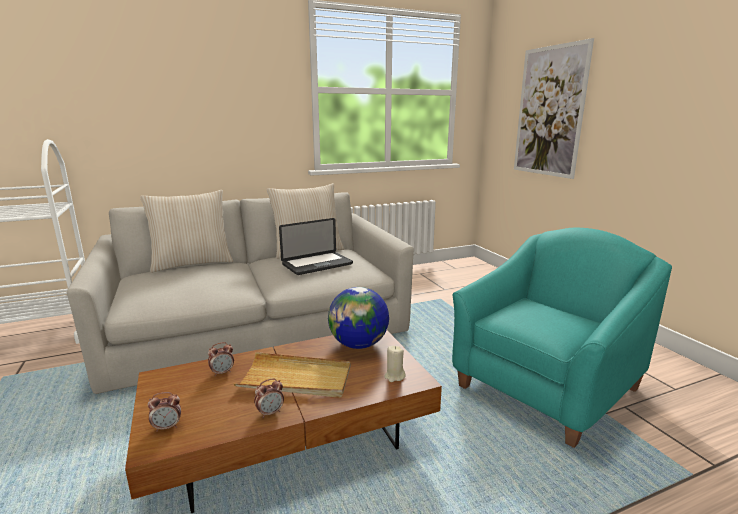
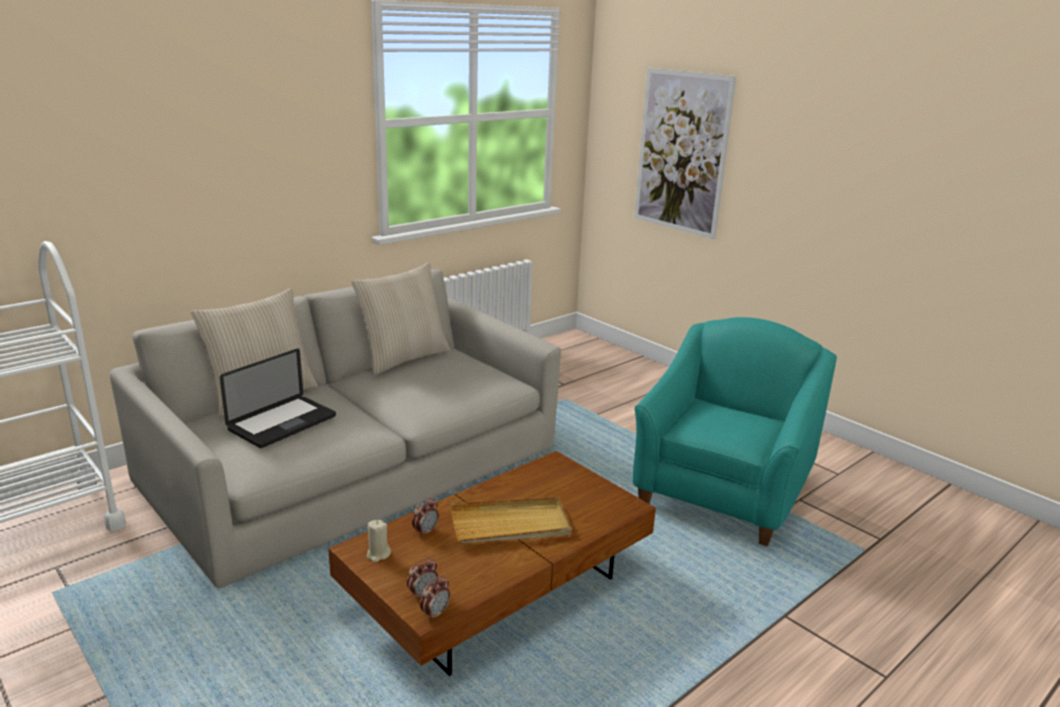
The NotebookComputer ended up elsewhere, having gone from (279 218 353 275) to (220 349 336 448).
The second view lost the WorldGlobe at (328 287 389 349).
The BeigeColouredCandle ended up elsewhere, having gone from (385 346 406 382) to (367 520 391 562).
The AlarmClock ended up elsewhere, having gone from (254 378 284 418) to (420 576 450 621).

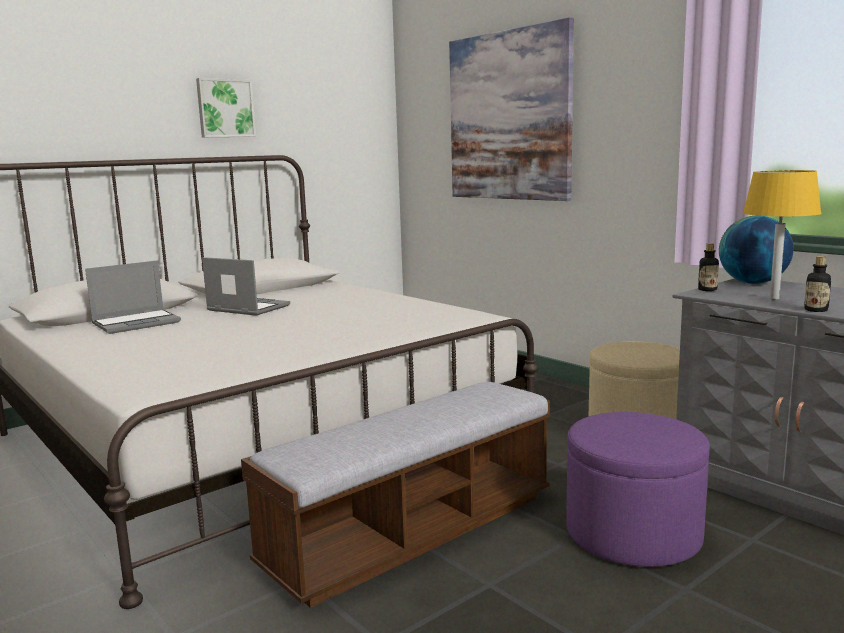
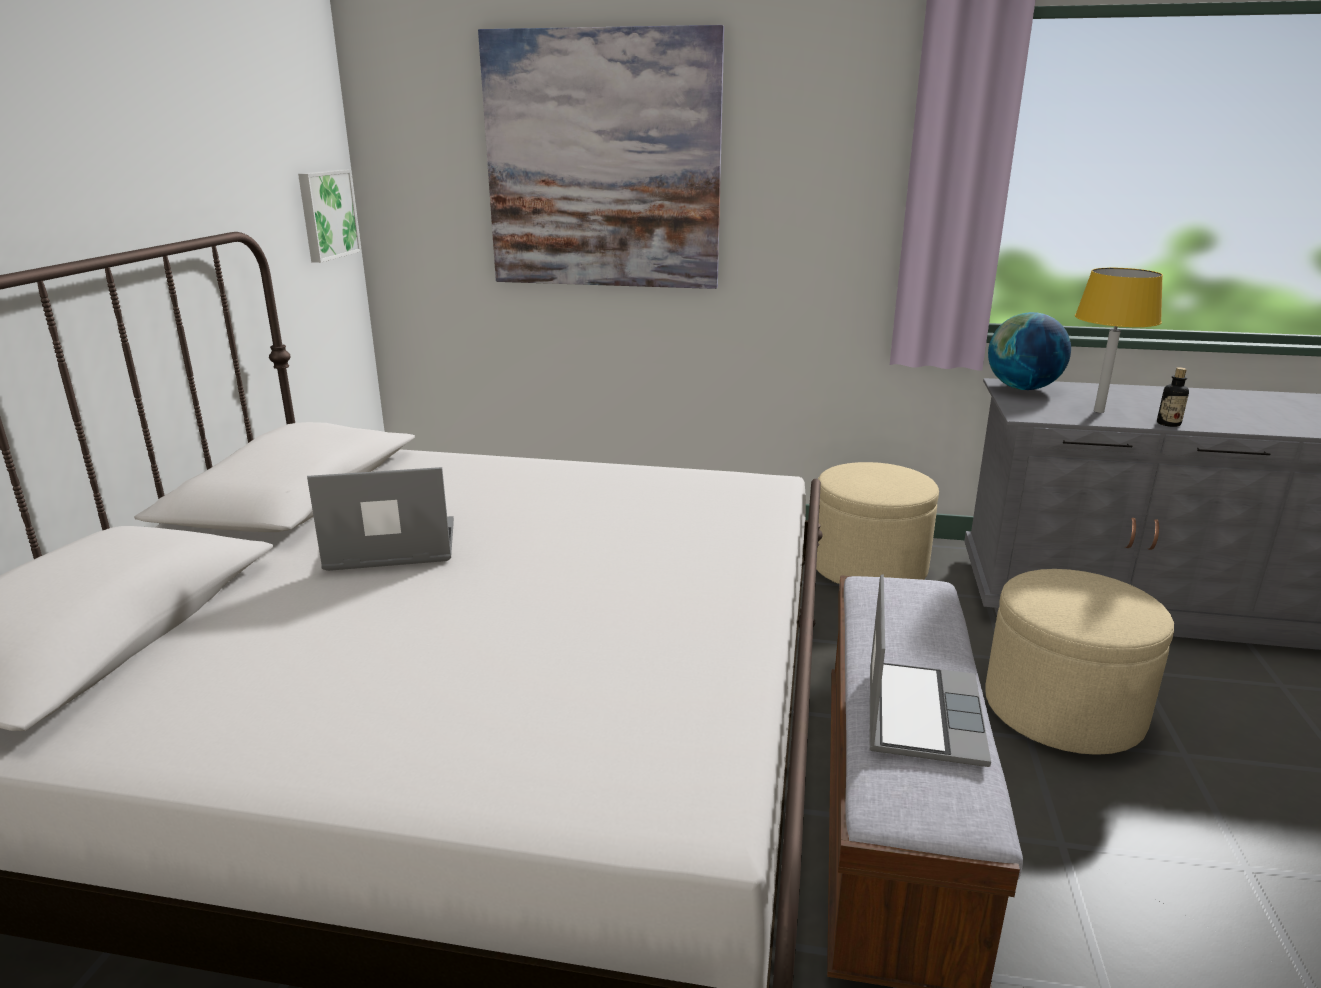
The Picture ended up elsewhere, having gone from (196 78 256 137) to (298 169 361 263).
The second view lost the BeverageBottle at (698 243 719 291).
The NotebookComputer ended up elsewhere, having gone from (85 260 181 334) to (869 575 991 767).
What was the PurplishPouffe at (566 412 710 567) turned into the BeigeColouredPouffe at (985 569 1174 755).

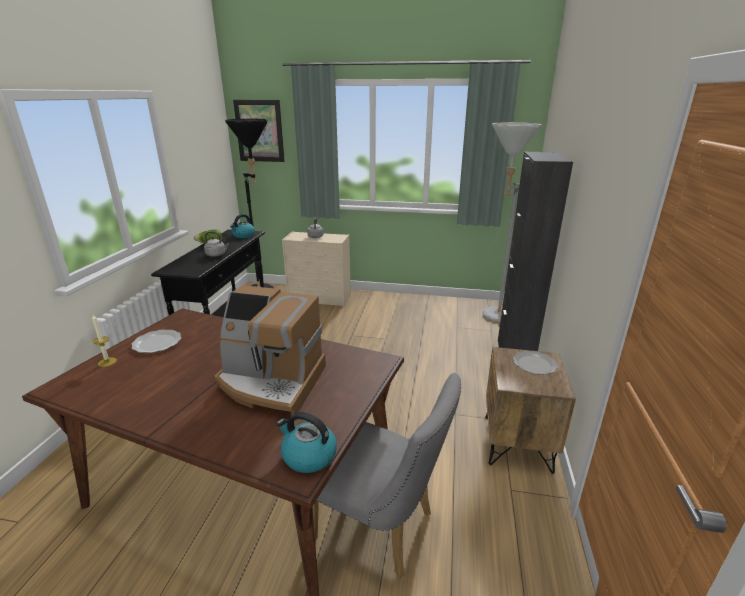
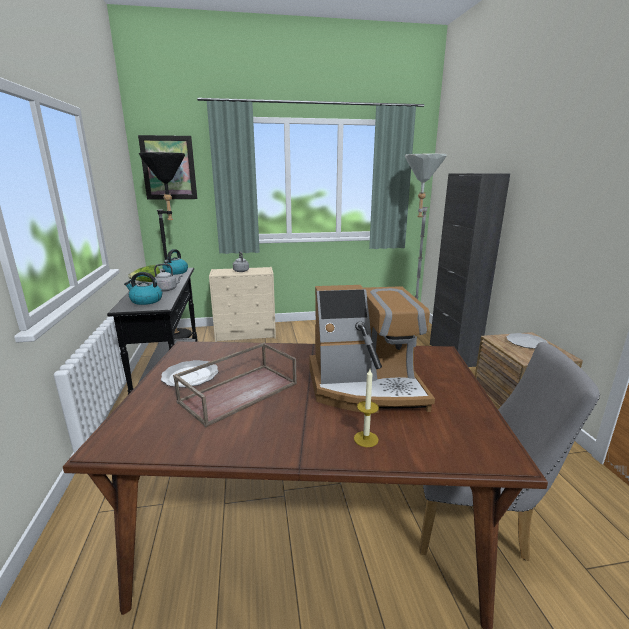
The Candle ended up elsewhere, having gone from (92 315 117 367) to (354 369 379 447).
The TeaKettle ended up elsewhere, having gone from (276 412 337 473) to (124 272 162 305).
The second view gained the BrownServingTray at (173 343 297 427).

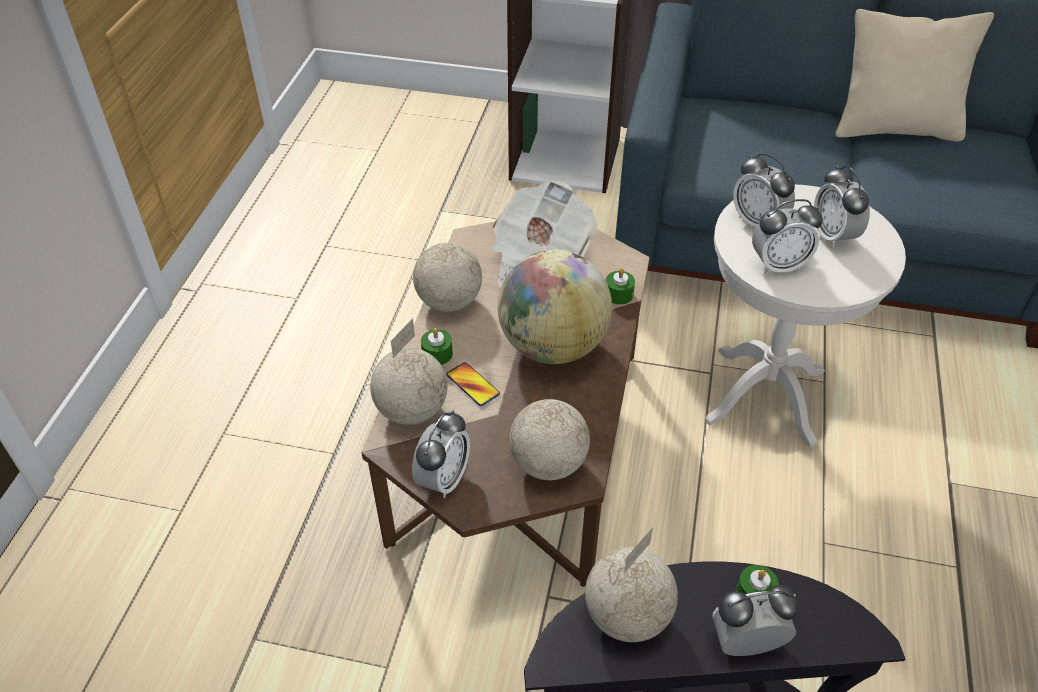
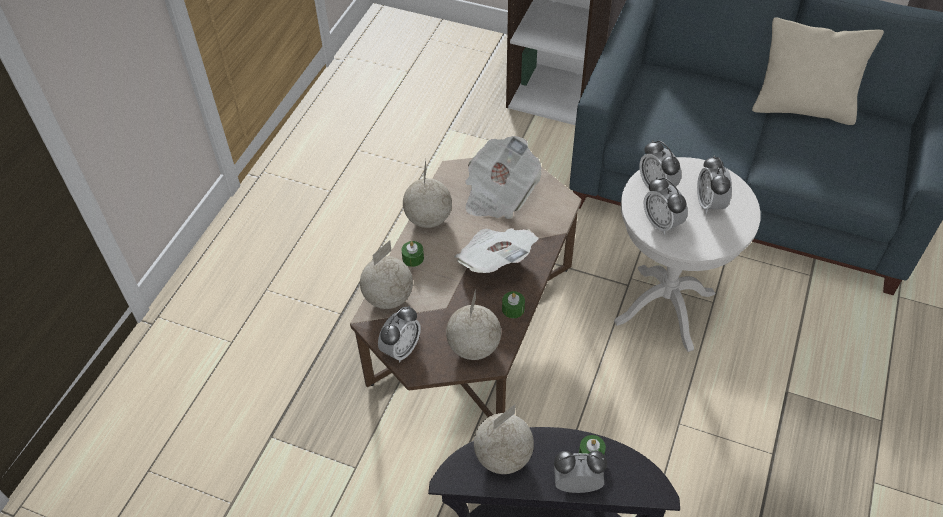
The AlarmClock at (752 199 823 275) ended up facing another way, 60 degrees clockwise from before.
Where the WorldGlobe stood at (498 250 612 364), the PrintedPaper came to stand at (454 228 538 273).
The GreenCandle ended up elsewhere, having gone from (606 268 635 304) to (502 291 525 318).
The second view lost the Handset at (446 362 500 406).

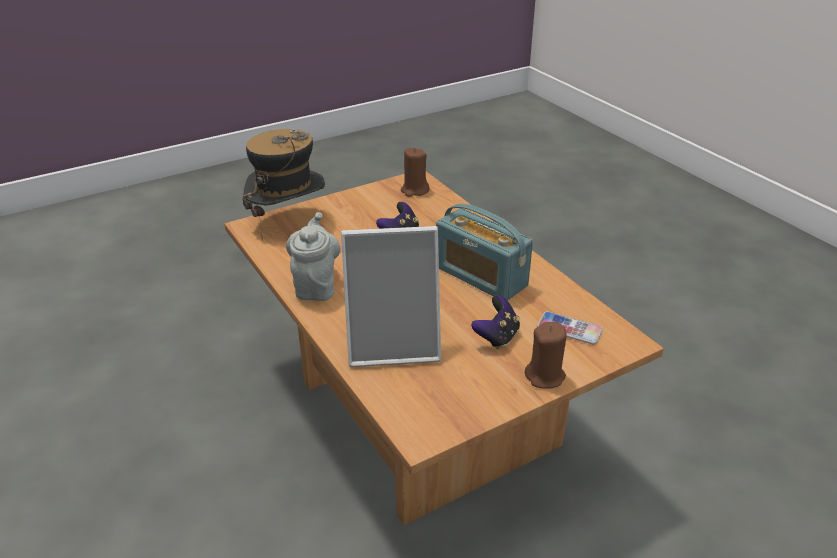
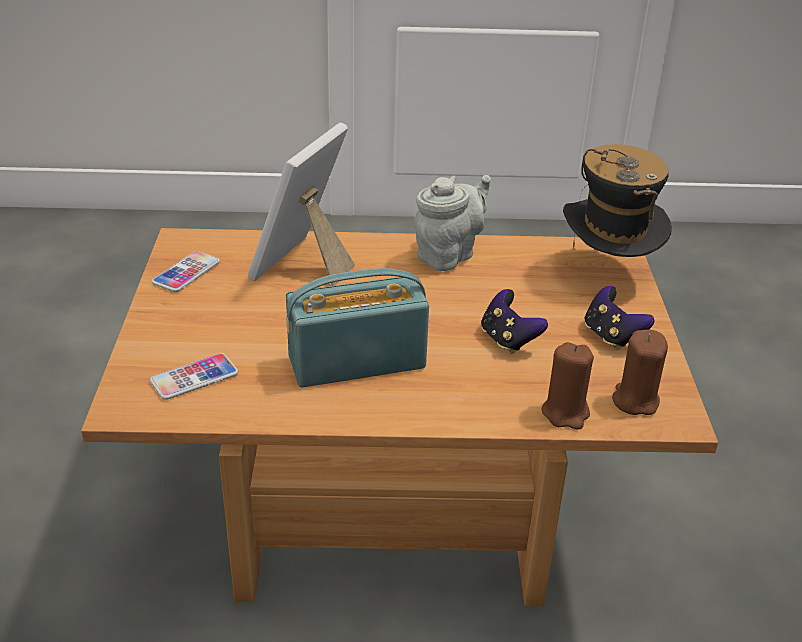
The GrayTeaPot at (286 212 341 301) ended up facing another way, 75 degrees counterclockwise from before.
The Joypad ended up elsewhere, having gone from (471 295 520 349) to (584 286 655 350).
The BrownCandle ended up elsewhere, having gone from (525 322 567 388) to (541 342 594 429).
The second view gained the Handset at (152 251 220 292).

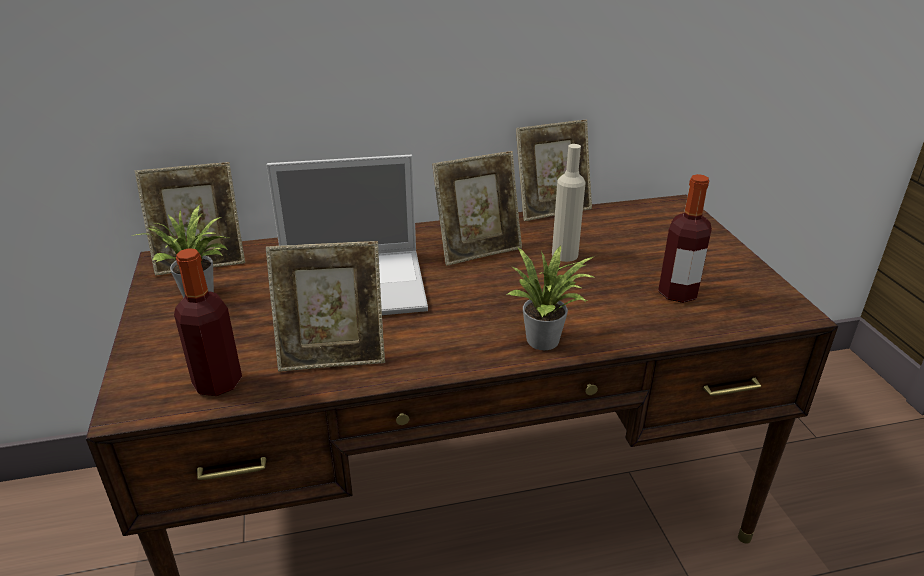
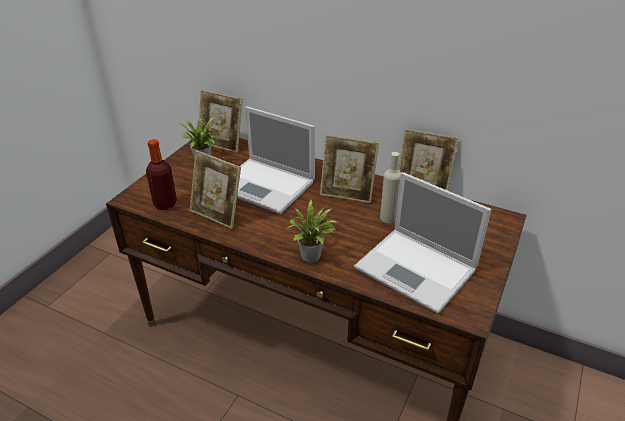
Where the BeverageBottle stood at (658 174 712 303), the NotebookComputer came to stand at (354 172 492 314).

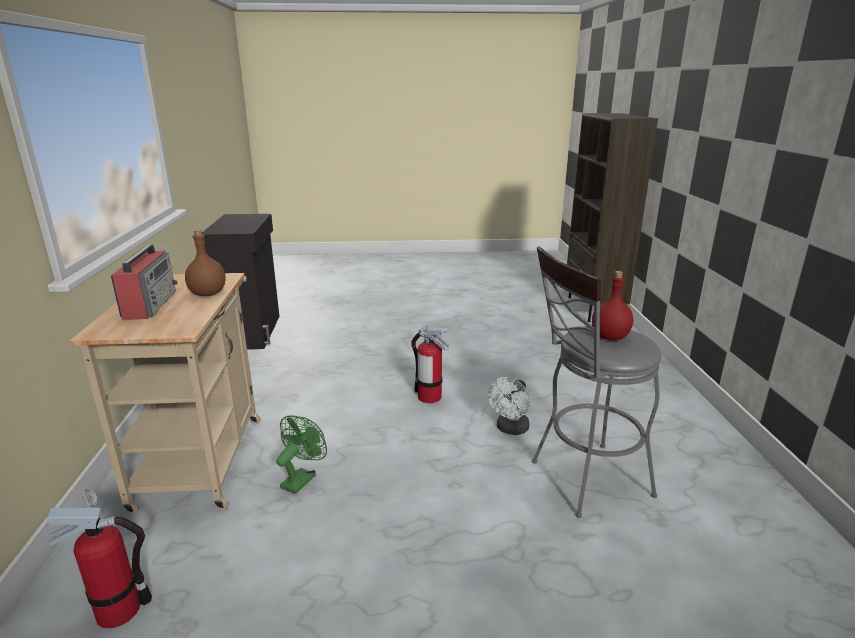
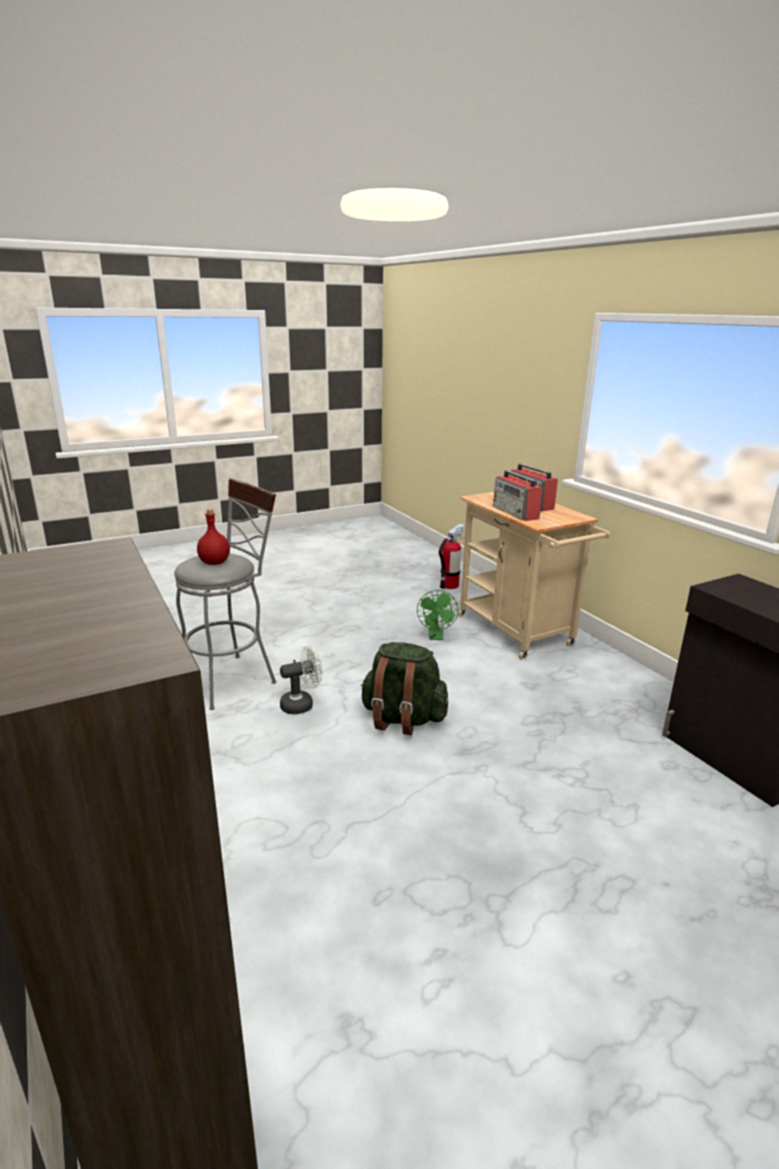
Where the BrownBeverageBottle stood at (185 229 226 296), the RadioReceiver came to stand at (493 470 543 521).
Where the FireFightingCylinder stood at (411 326 449 403), the GreenBackpack came to stand at (361 642 448 735).
The WhiteColouredElectricFan at (488 377 530 435) ended up facing another way, 60 degrees clockwise from before.

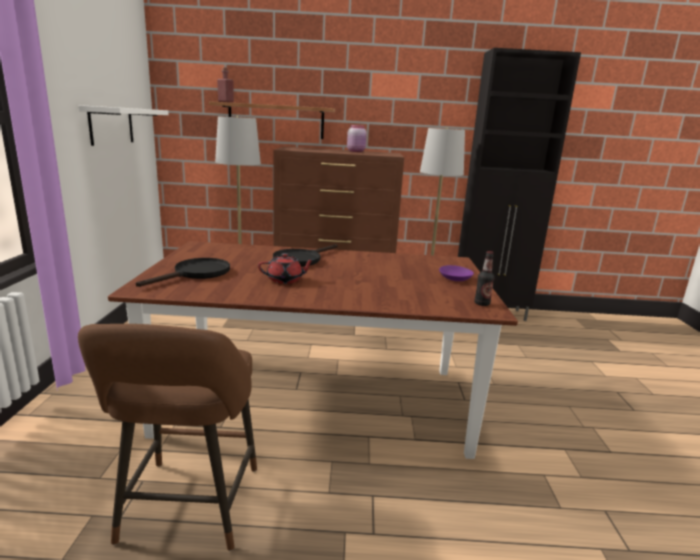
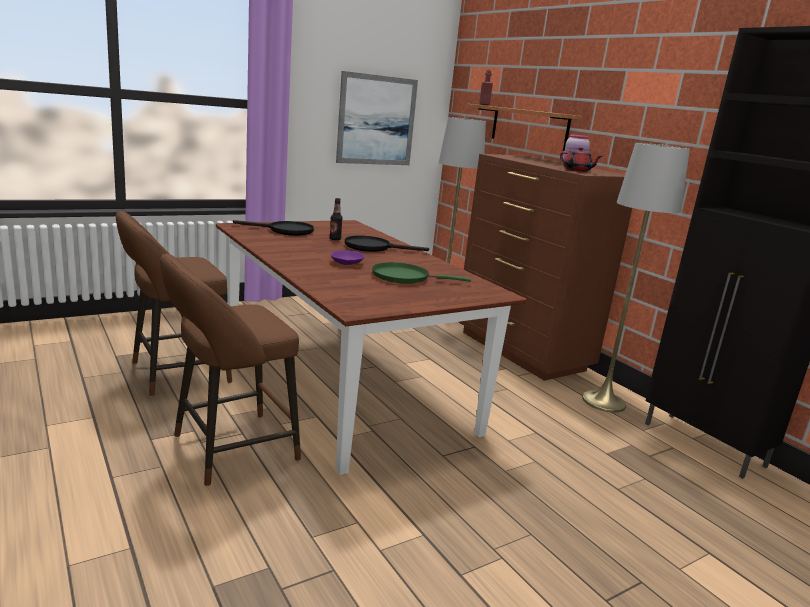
Where the WhiteColouredShelf hung at (78 105 169 146), the Picture came to hang at (336 71 418 165).
The BeverageBottle ended up elsewhere, having gone from (474 251 495 306) to (329 198 343 240).
The ReddishTeaPot ended up elsewhere, having gone from (258 253 315 284) to (560 147 602 172).
The PurplishDeepDish ended up elsewhere, having gone from (439 265 474 281) to (330 250 365 265).
The second view gained the BrownStoolSeat at (160 254 301 486).
The second view gained the GreenPan at (372 262 471 284).

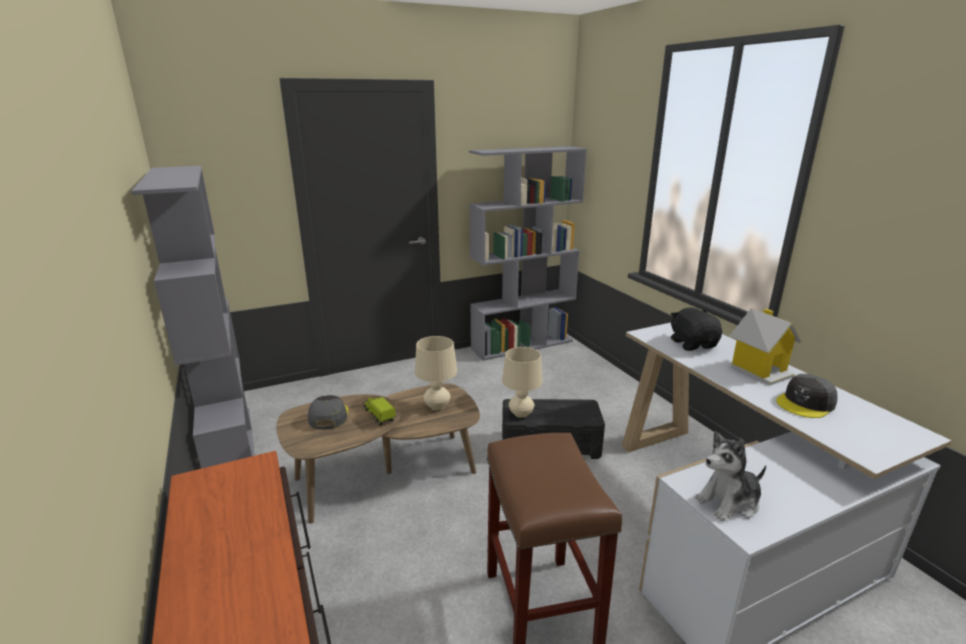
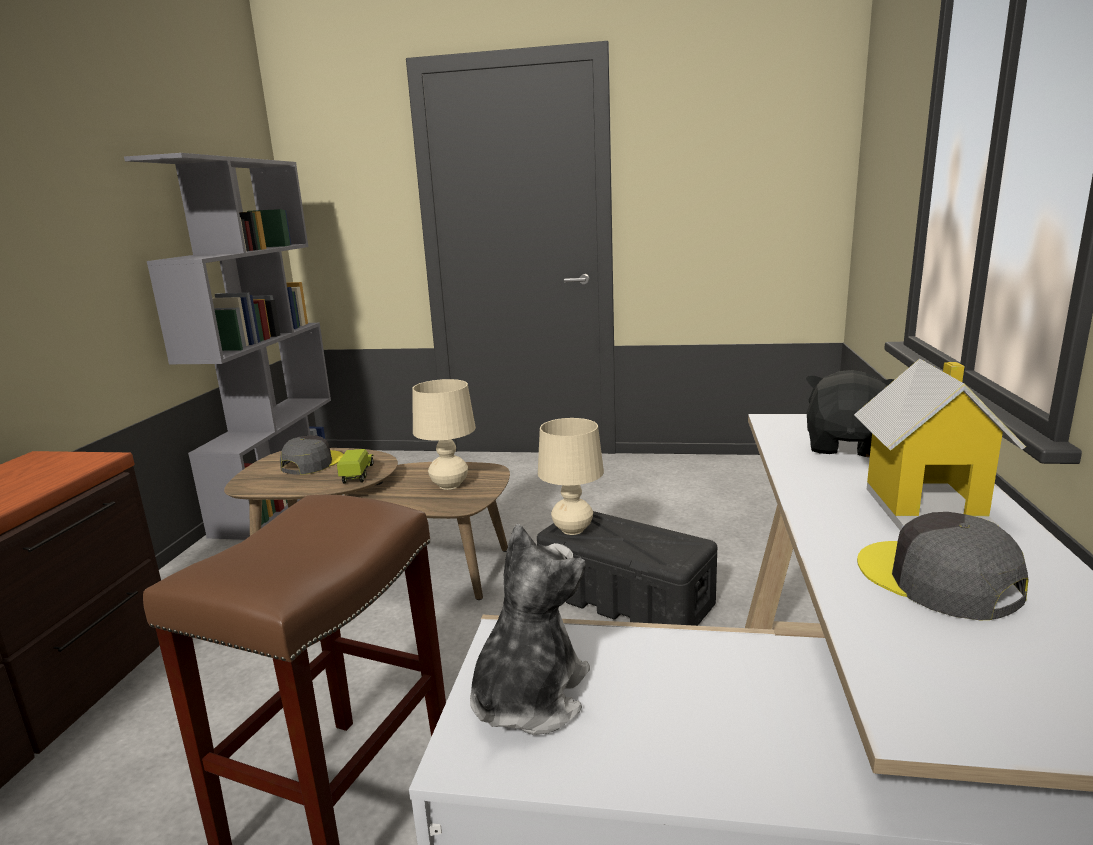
The second view lost the GrayBookcase at (469 146 587 361).
The GrayBaseballCap at (776 374 838 418) ended up facing another way, 60 degrees clockwise from before.
The SoftToy at (695 431 766 521) ended up facing another way, 105 degrees clockwise from before.

